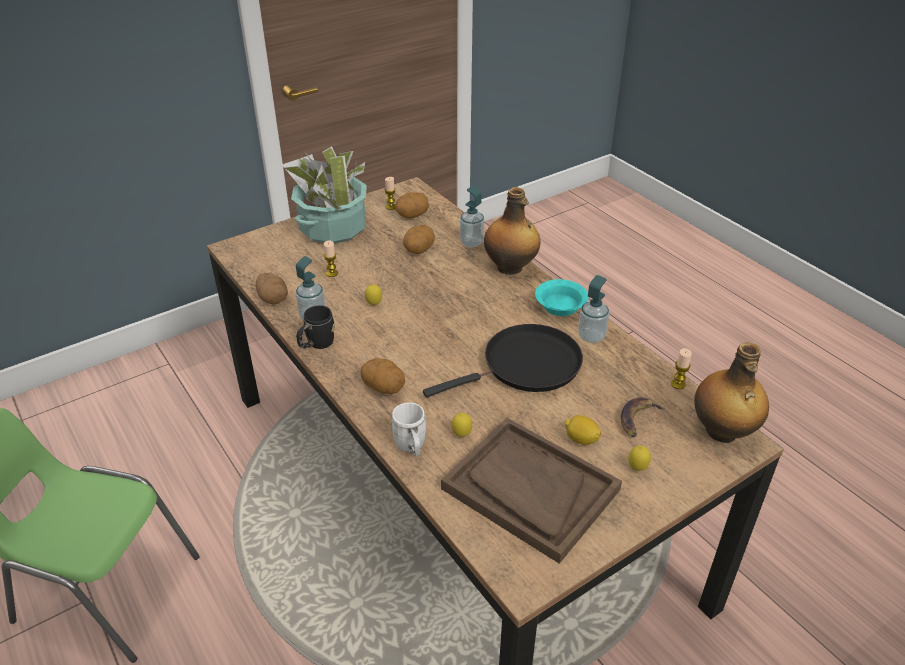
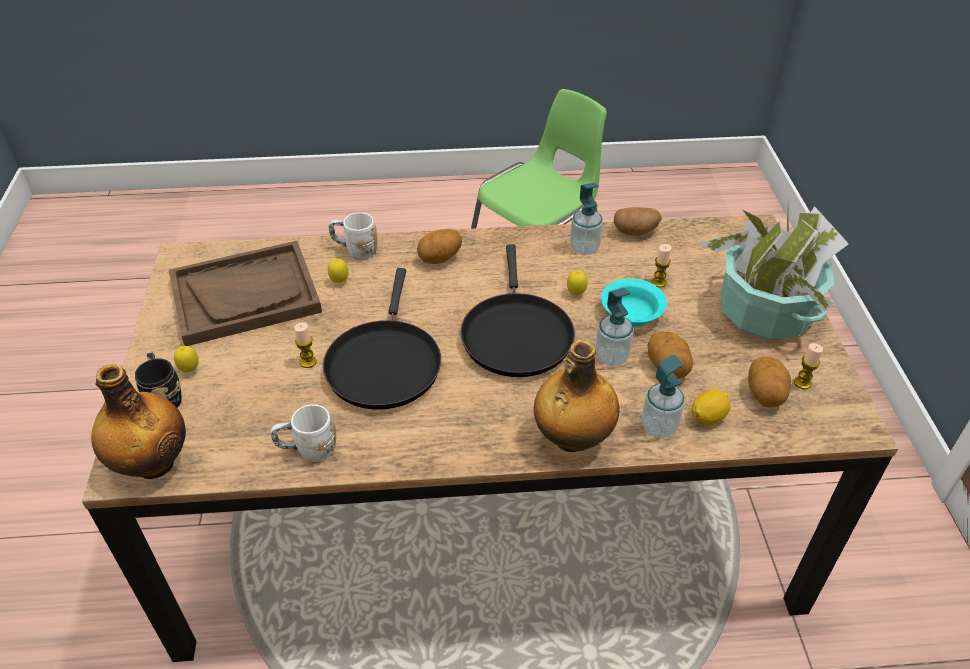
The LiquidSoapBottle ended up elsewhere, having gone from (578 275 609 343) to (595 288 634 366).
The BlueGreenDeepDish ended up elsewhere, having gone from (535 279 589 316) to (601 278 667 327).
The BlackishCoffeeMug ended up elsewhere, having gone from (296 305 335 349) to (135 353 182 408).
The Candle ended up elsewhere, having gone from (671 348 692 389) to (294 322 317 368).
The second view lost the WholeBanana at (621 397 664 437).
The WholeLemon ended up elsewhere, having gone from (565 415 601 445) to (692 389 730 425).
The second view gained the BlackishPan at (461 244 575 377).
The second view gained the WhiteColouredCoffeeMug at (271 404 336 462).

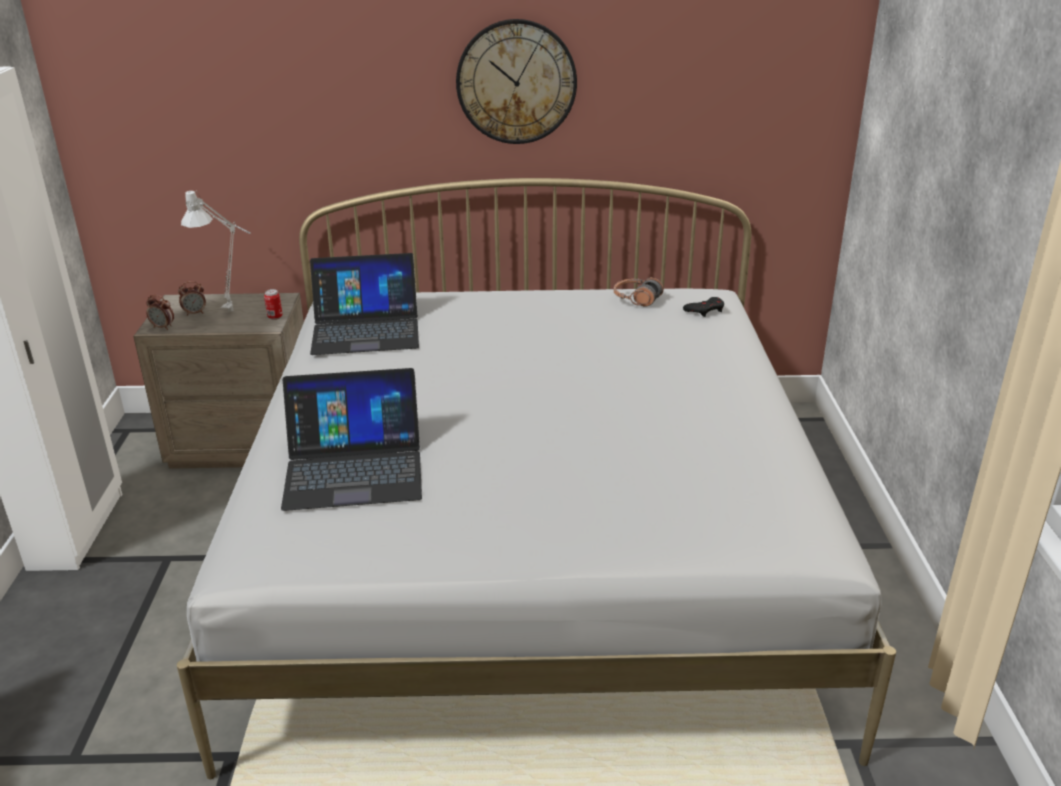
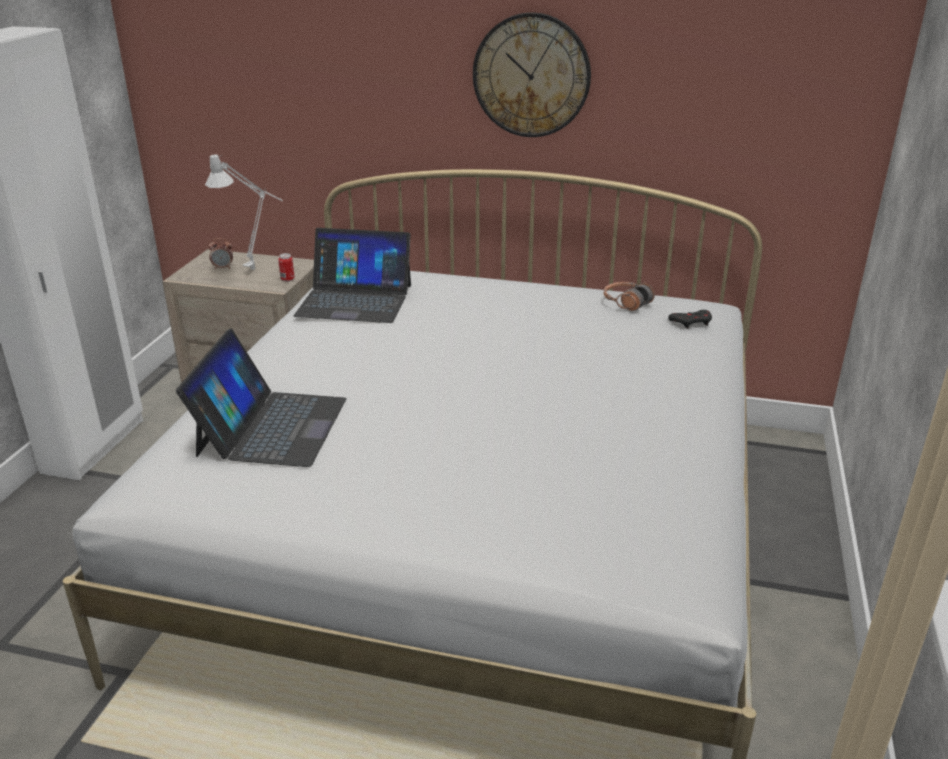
The second view lost the AlarmClock at (146 295 174 330).
The NotebookComputer at (281 368 422 511) ended up facing another way, 90 degrees counterclockwise from before.

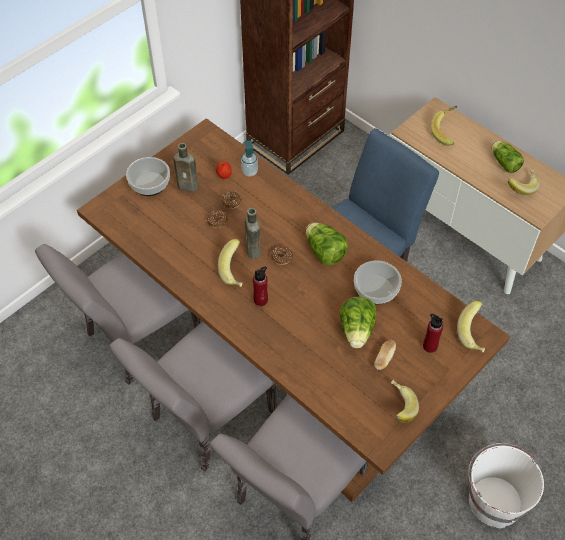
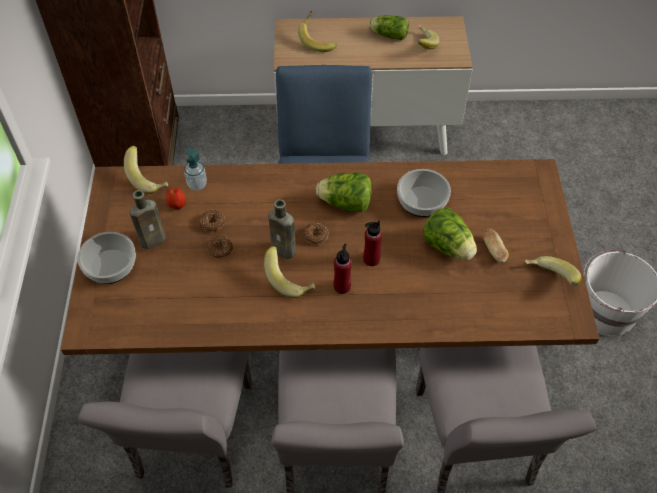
The WholeBanana ended up elsewhere, having gone from (457 301 485 352) to (124 146 168 194).
The ReddishBeverageBottle ended up elsewhere, having gone from (423 314 443 353) to (363 221 382 266).

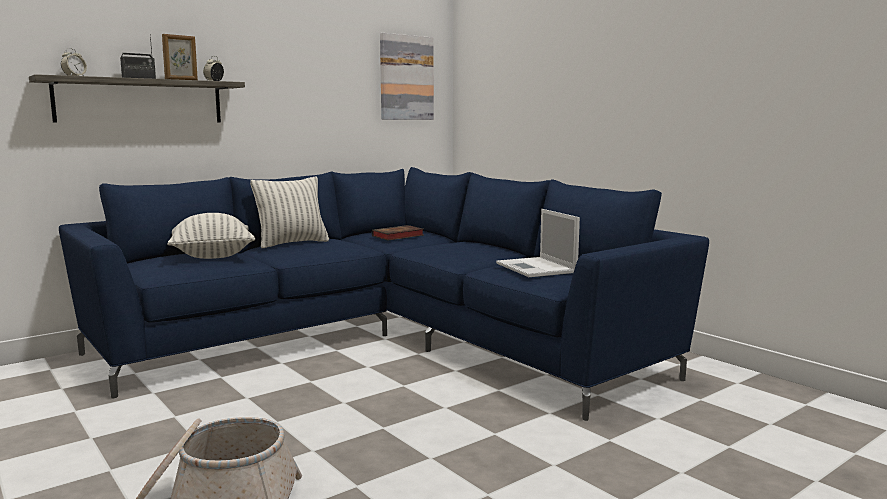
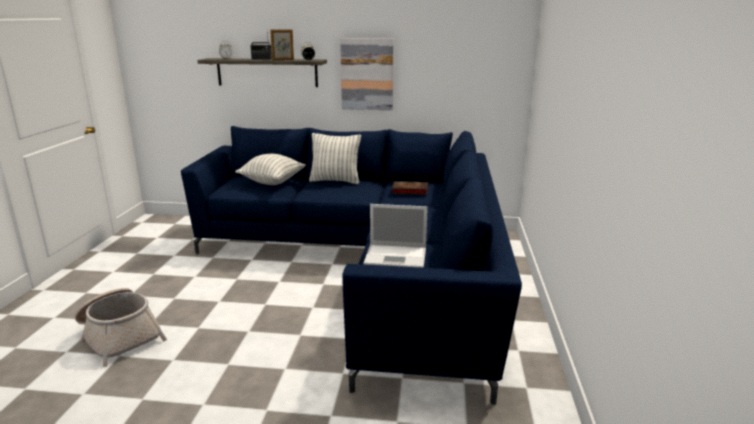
The Picture ended up elsewhere, having gone from (380 33 434 120) to (340 38 393 110).
The NotebookComputer at (496 209 580 277) ended up facing another way, 105 degrees counterclockwise from before.

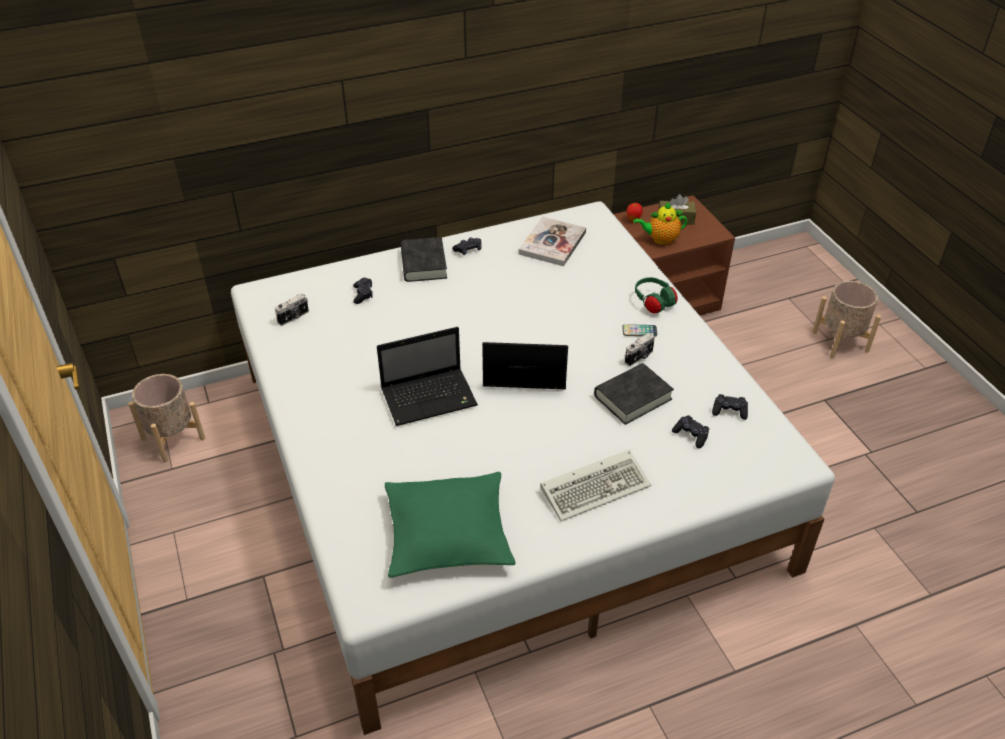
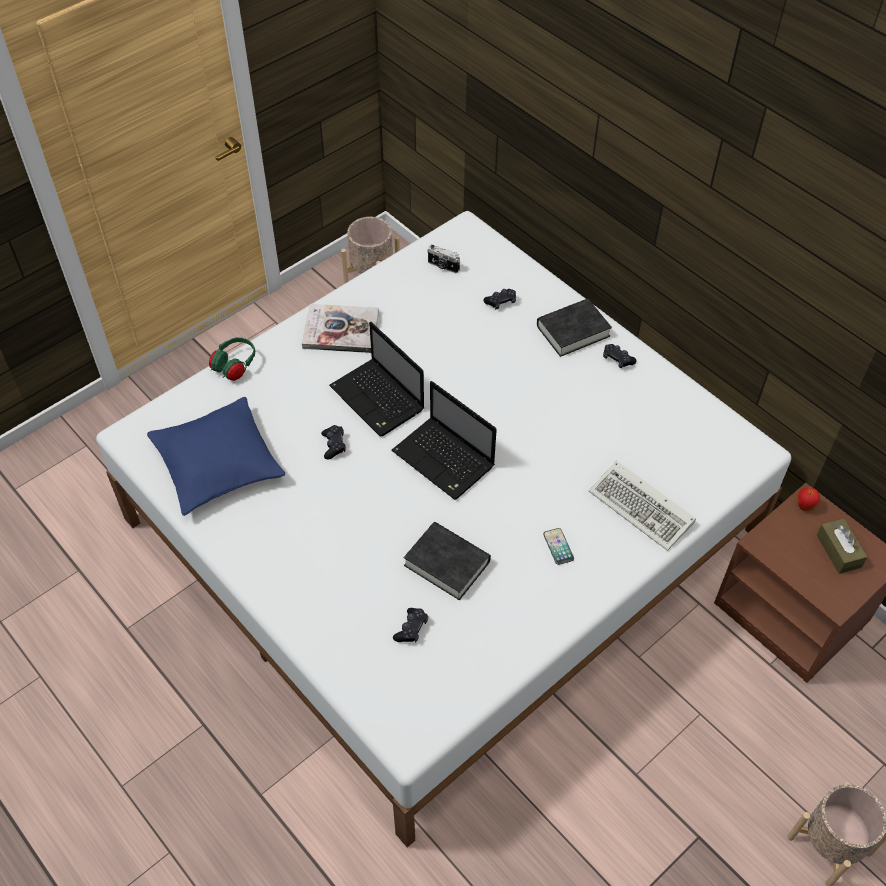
The second view lost the TeaPot at (633 202 688 245).
The Volume ended up elsewhere, having gone from (518 216 586 266) to (302 304 379 353).
The GreenHeadphones ended up elsewhere, having gone from (635 277 678 314) to (209 337 255 381).
The second view lost the StillCamera at (625 333 655 366).
The NotebookComputer at (482 342 568 389) ended up facing another way, 150 degrees clockwise from before.
The BlackishJoypad ended up elsewhere, having gone from (712 394 748 420) to (321 425 346 459).
The Keyboard ended up elsewhere, having gone from (540 449 651 521) to (589 461 696 551).
What was the GreenCushion at (385 472 516 578) turned into the BlueColouredCushion at (147 397 285 516).

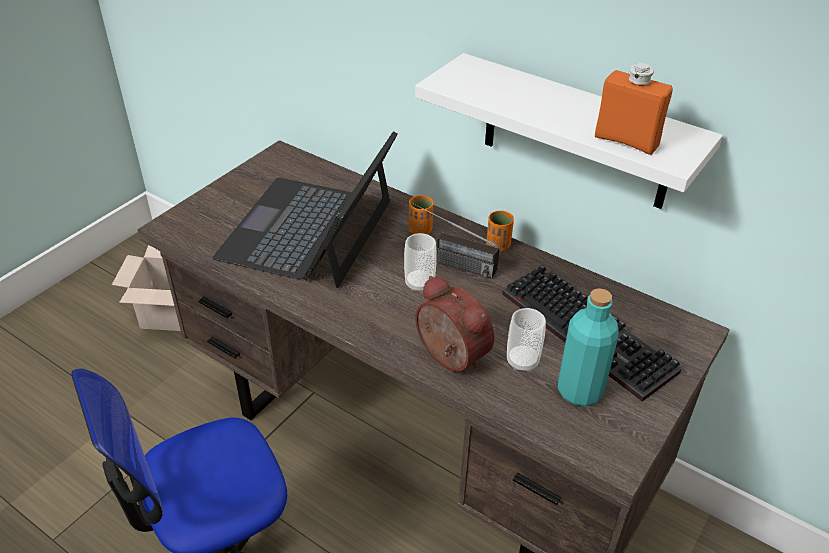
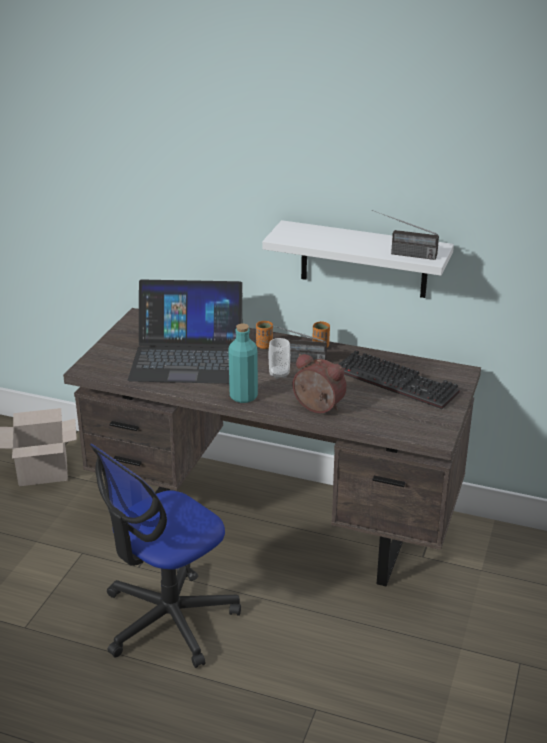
Where the OrangeColouredBeverageBottle stood at (595 63 673 155), the RadioReceiver came to stand at (372 210 439 260).
The NotebookComputer at (212 131 398 288) ended up facing another way, 90 degrees counterclockwise from before.
The BlueGreenBeverageBottle ended up elsewhere, having gone from (558 288 618 406) to (228 323 258 403).
The second view lost the SmallCup at (507 308 546 372).

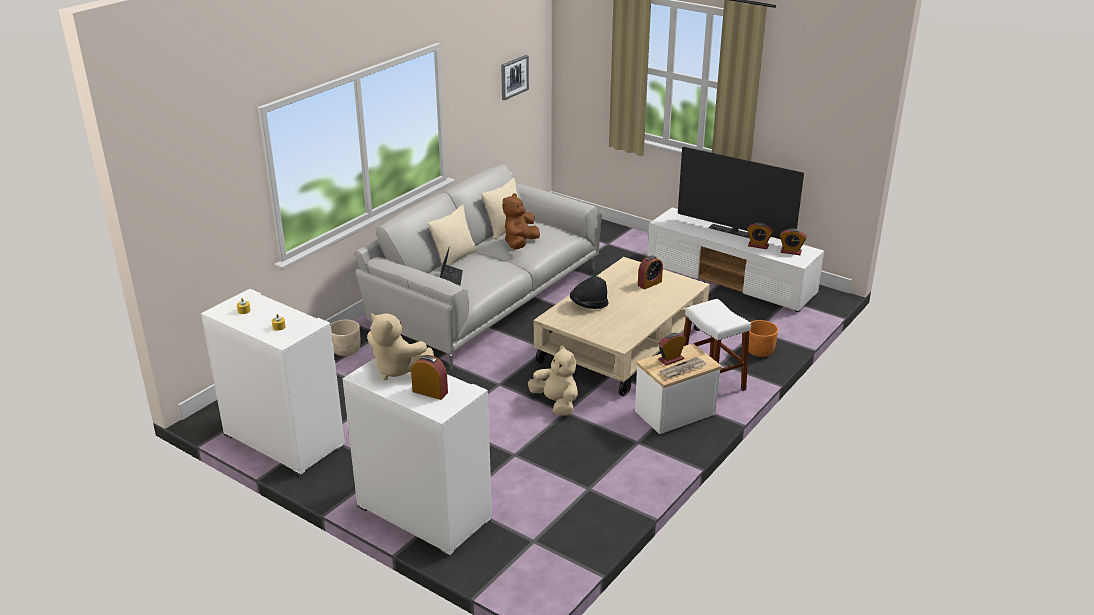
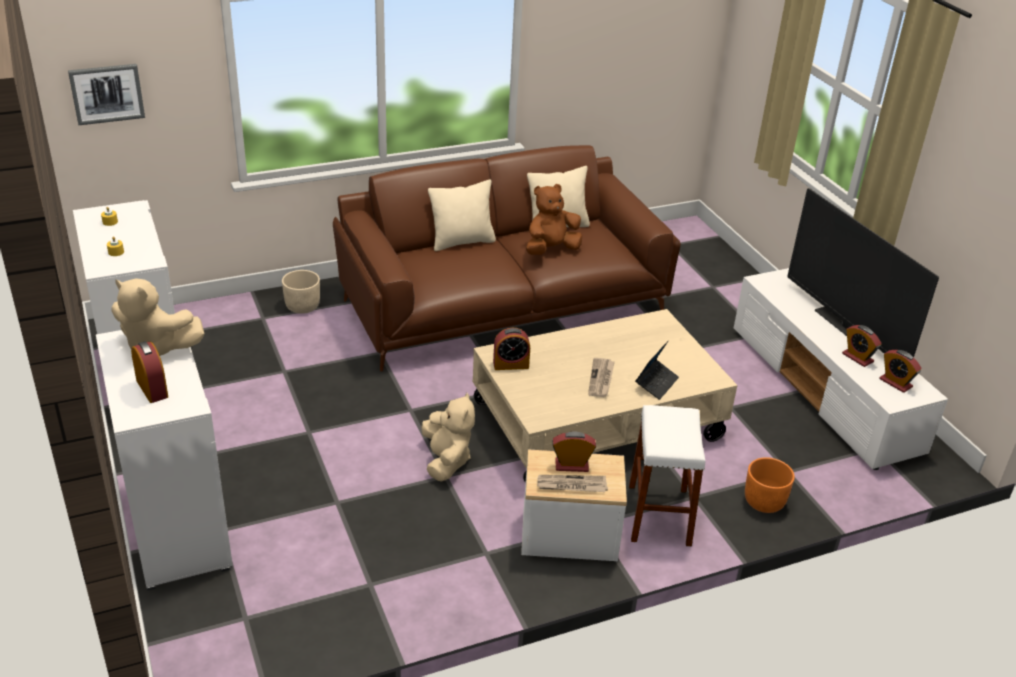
The Picture ended up elsewhere, having gone from (501 55 529 100) to (68 64 145 125).
What was the GraySettee at (355 165 602 370) turned into the BrownSettee at (333 145 681 371).
The NotebookComputer ended up elsewhere, having gone from (440 248 463 286) to (635 341 679 400).
The AlarmClock ended up elsewhere, having gone from (638 255 663 289) to (493 328 530 370).
The second view lost the BlackishHat at (570 276 609 309).
The BeigeColouredSoftToy at (367 313 434 380) ended up facing another way, 45 degrees counterclockwise from before.
The second view gained the PrintedPaper at (588 358 615 397).

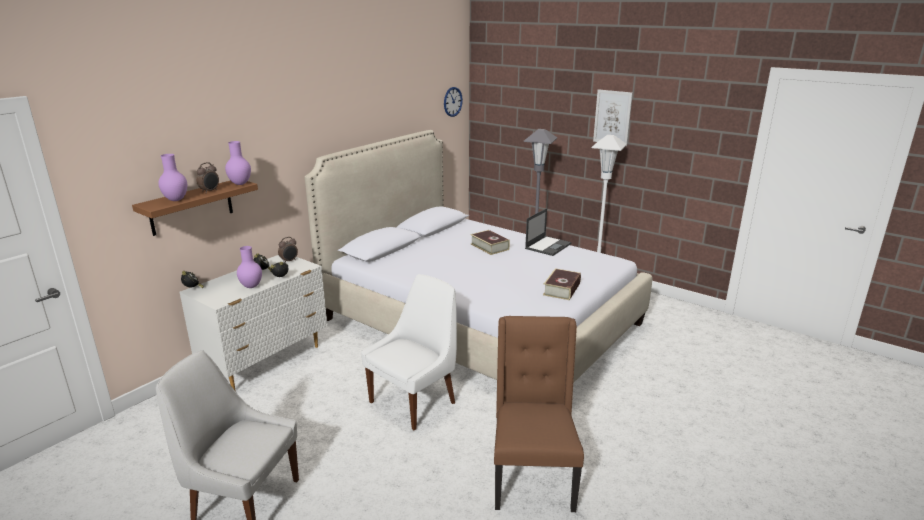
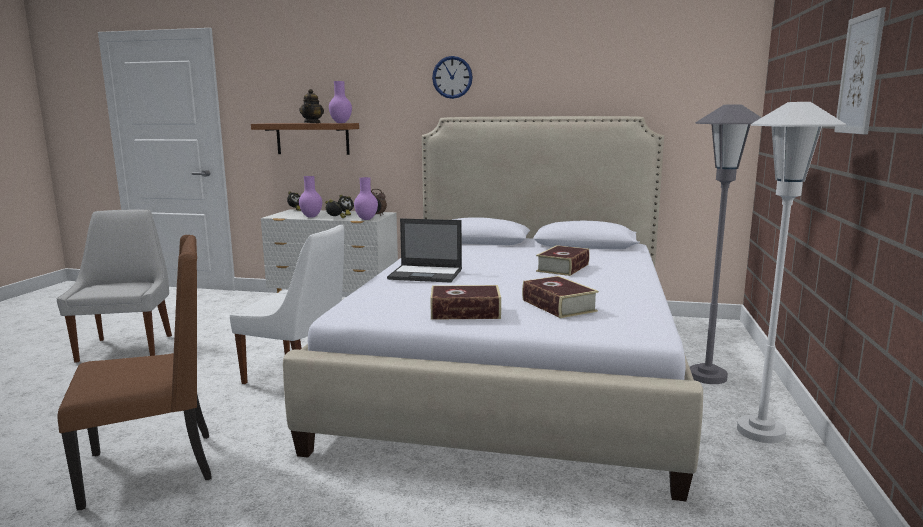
The ClockOnTheWall ended up elsewhere, having gone from (444 87 463 117) to (432 56 473 99).
The PurplishFlowerVase ended up elsewhere, having gone from (158 154 187 201) to (354 177 378 220).
Where the AlarmClock stood at (196 162 219 193), the TeaPot came to stand at (299 89 324 123).
The NotebookComputer ended up elsewhere, having gone from (525 208 572 256) to (387 218 462 283).
The second view gained the Volume at (522 276 599 318).

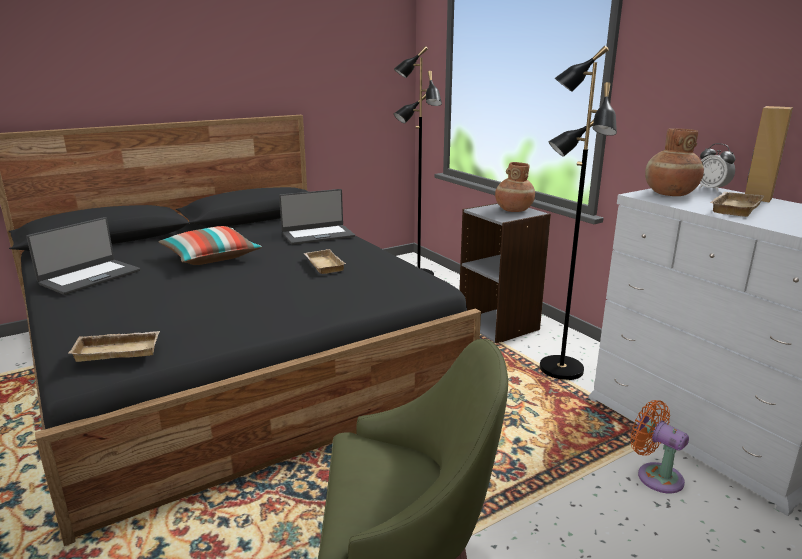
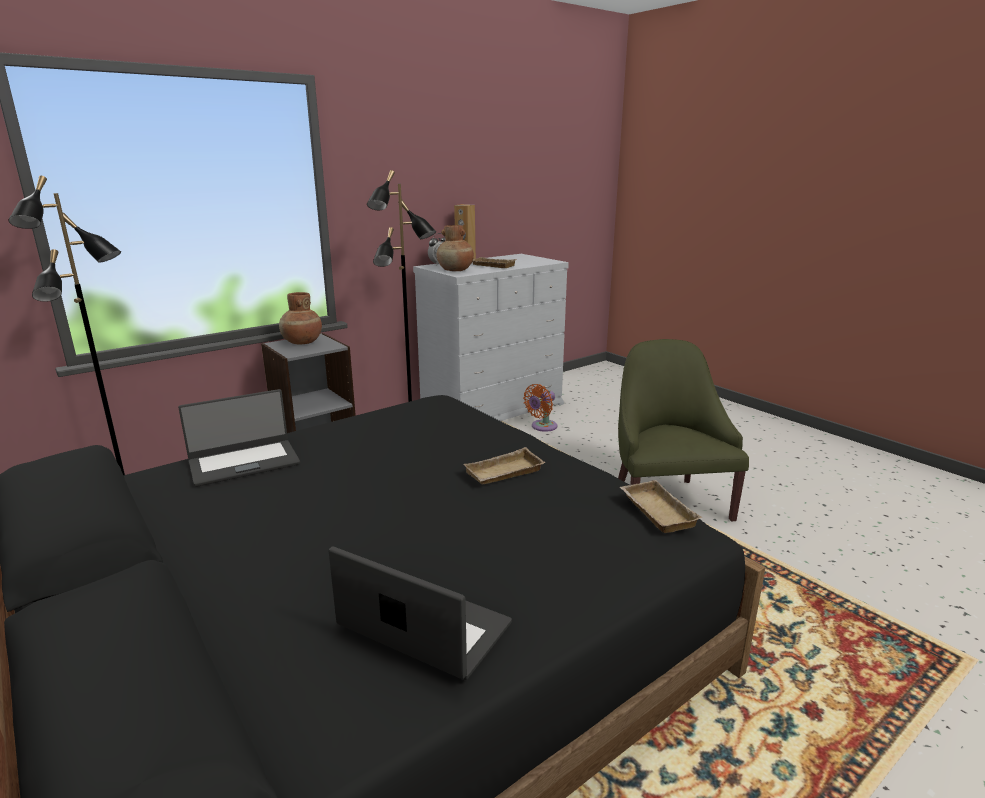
The NotebookComputer at (279 189 355 245) ended up facing another way, 90 degrees clockwise from before.
The second view lost the Cushion at (159 226 262 265).
The BeigeColouredServingTray ended up elsewhere, having gone from (303 249 346 274) to (464 447 546 485).

